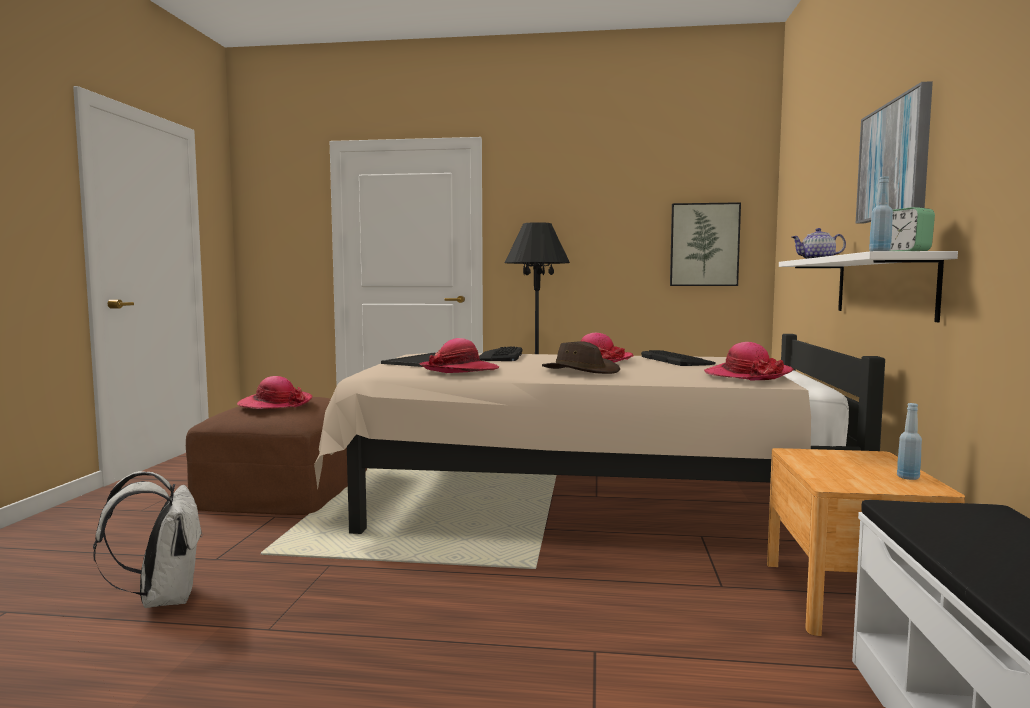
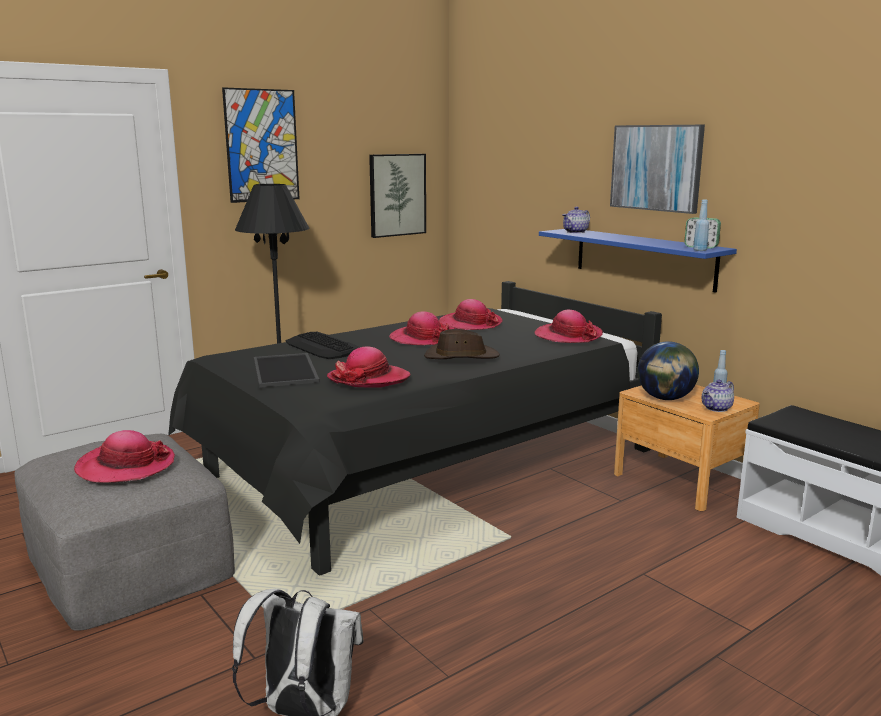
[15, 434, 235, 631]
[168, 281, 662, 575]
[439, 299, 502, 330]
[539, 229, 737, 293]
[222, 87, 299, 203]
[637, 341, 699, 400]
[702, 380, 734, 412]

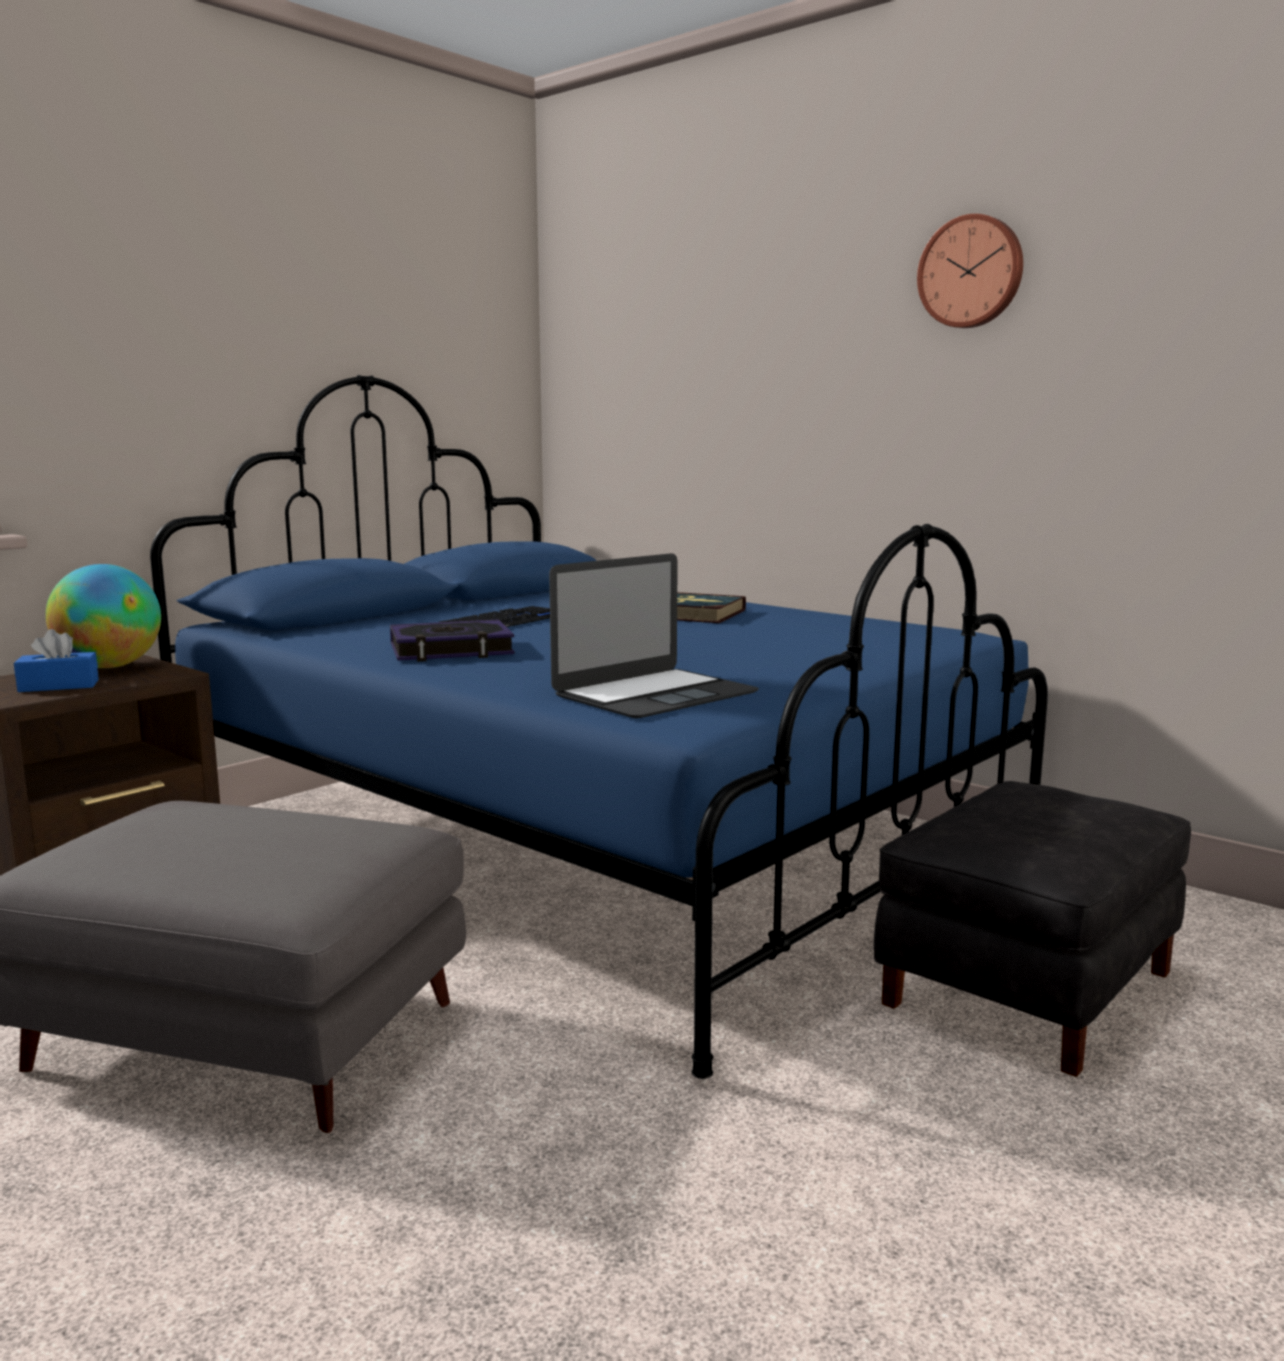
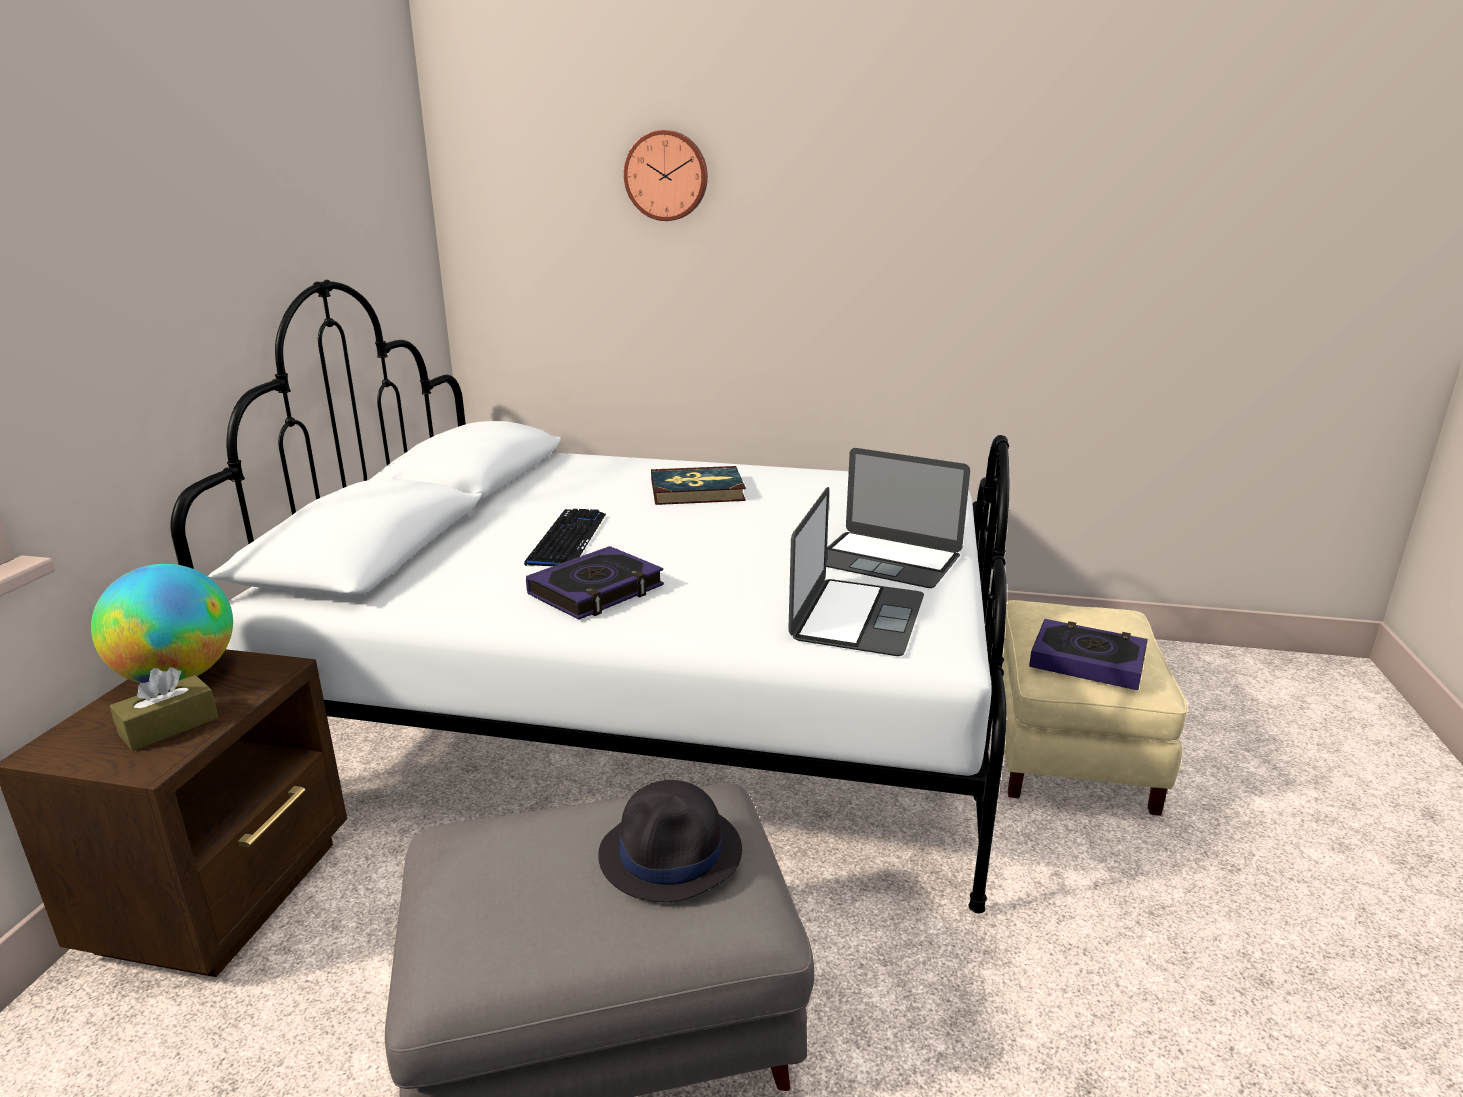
[110, 667, 218, 751]
[170, 280, 1010, 913]
[1002, 600, 1187, 816]
[624, 130, 708, 221]
[598, 780, 742, 902]
[826, 448, 970, 588]
[1029, 619, 1148, 691]

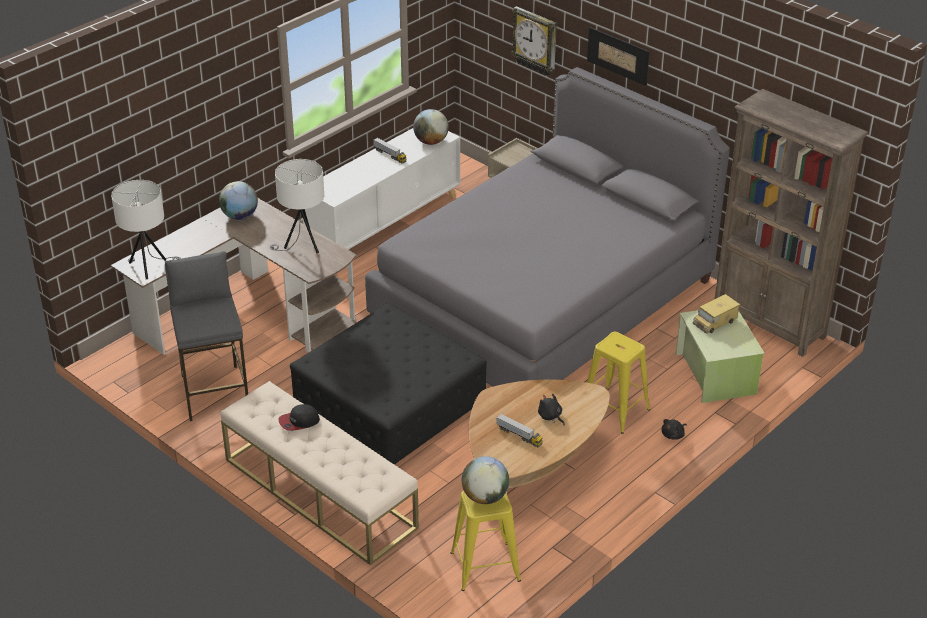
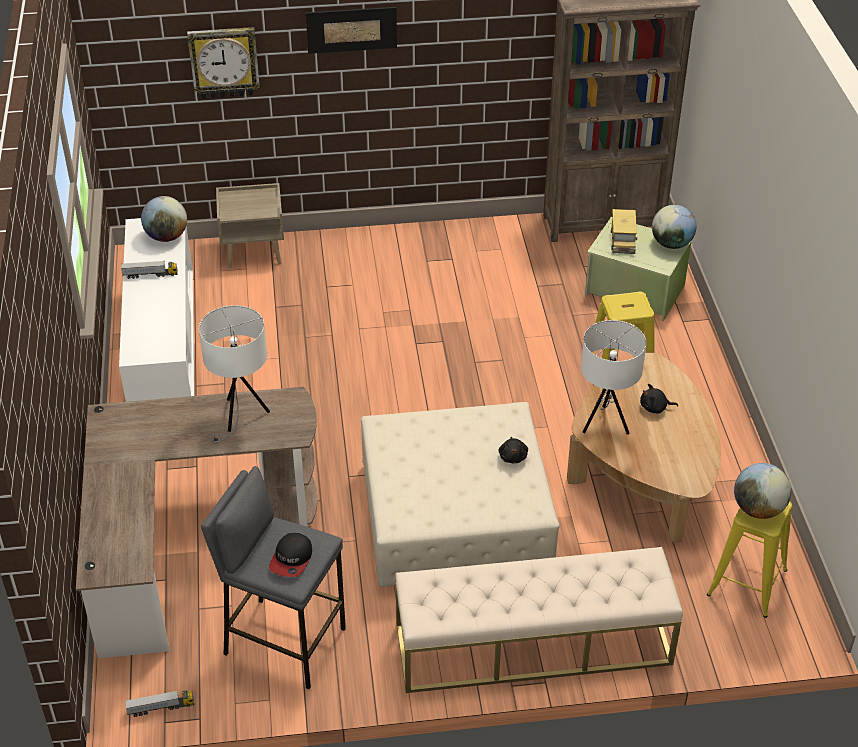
[581, 320, 646, 435]
[652, 205, 696, 249]
[269, 533, 312, 577]
[361, 402, 560, 587]
[365, 67, 730, 387] (first image)
[125, 690, 194, 717]
[498, 437, 528, 463]

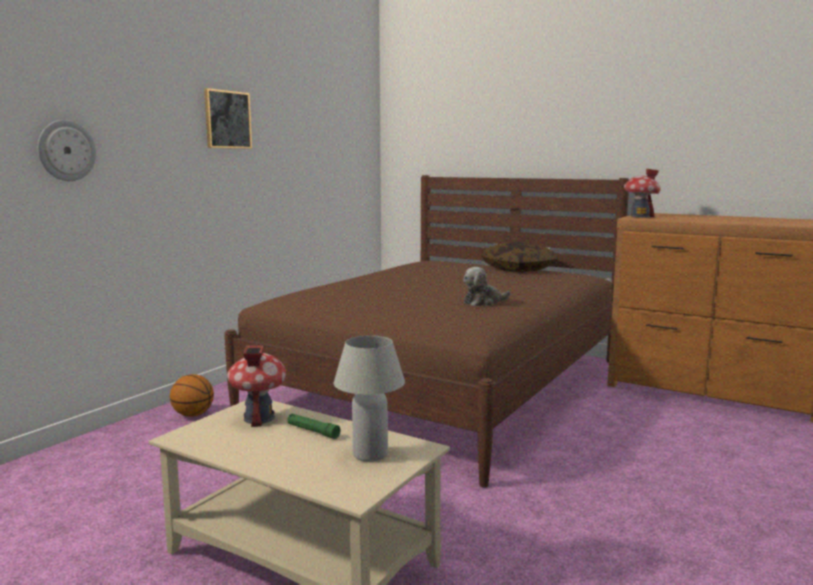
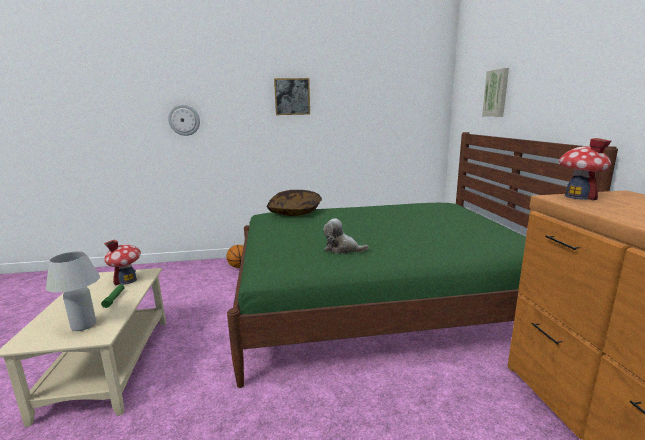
[227, 132, 618, 388]
[267, 190, 322, 216]
[482, 68, 509, 117]

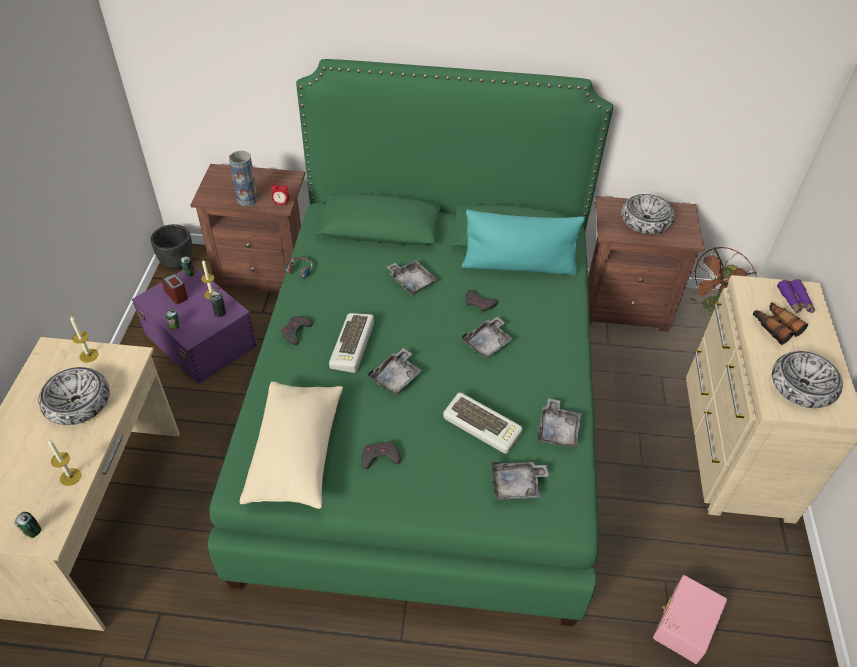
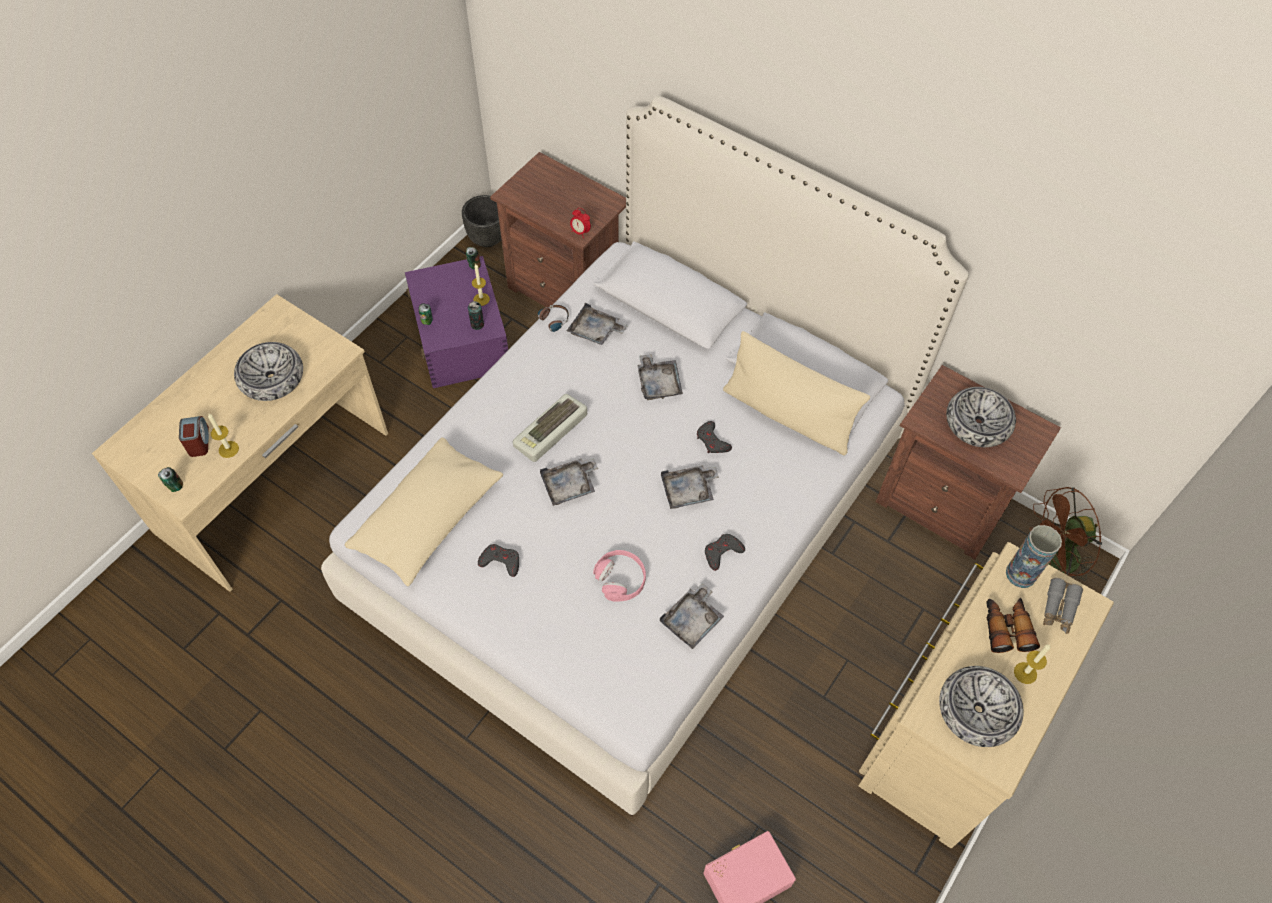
[1014, 645, 1050, 684]
[179, 416, 209, 457]
[321, 96, 969, 816]
[1006, 525, 1062, 588]
[705, 534, 745, 571]
[593, 550, 646, 602]
[723, 331, 870, 456]
[567, 303, 628, 345]
[1043, 578, 1083, 634]

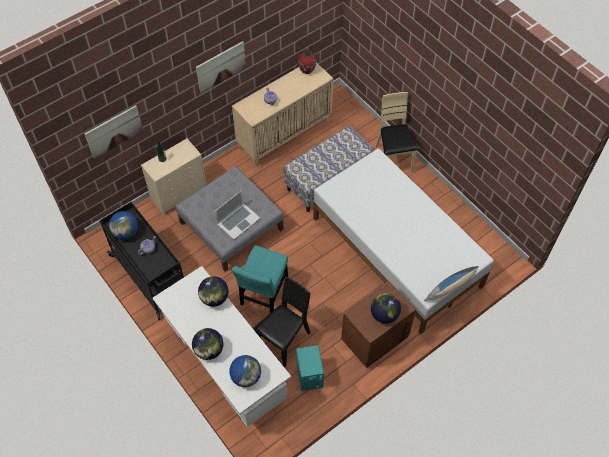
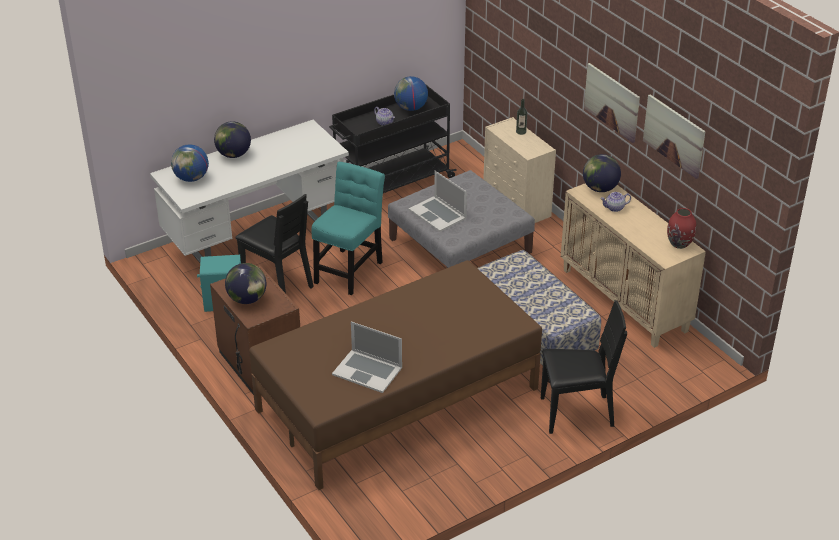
[643, 94, 706, 179]
[583, 154, 621, 192]
[311, 162, 385, 295]
[249, 260, 542, 490]
[541, 300, 627, 434]
[424, 266, 479, 301] (first image)
[332, 321, 402, 393]

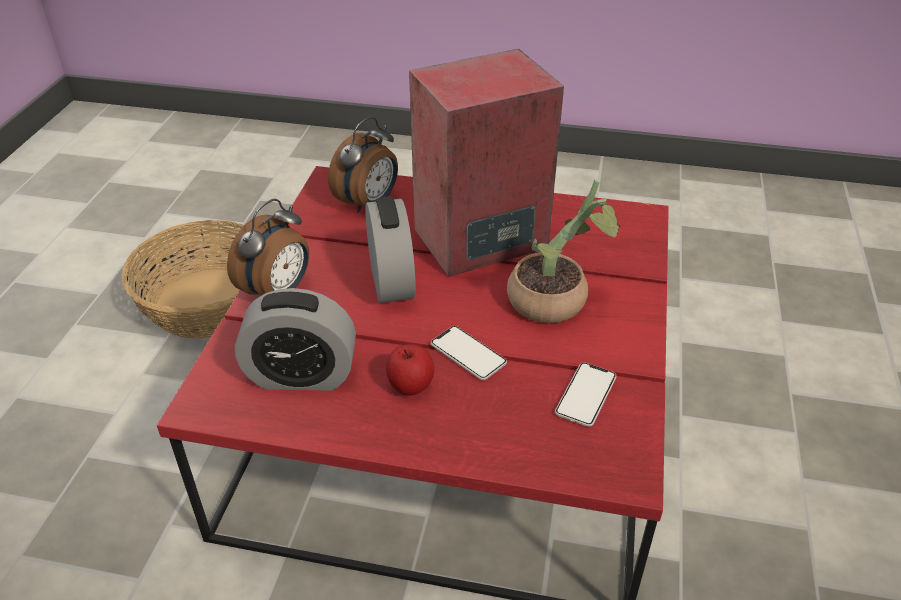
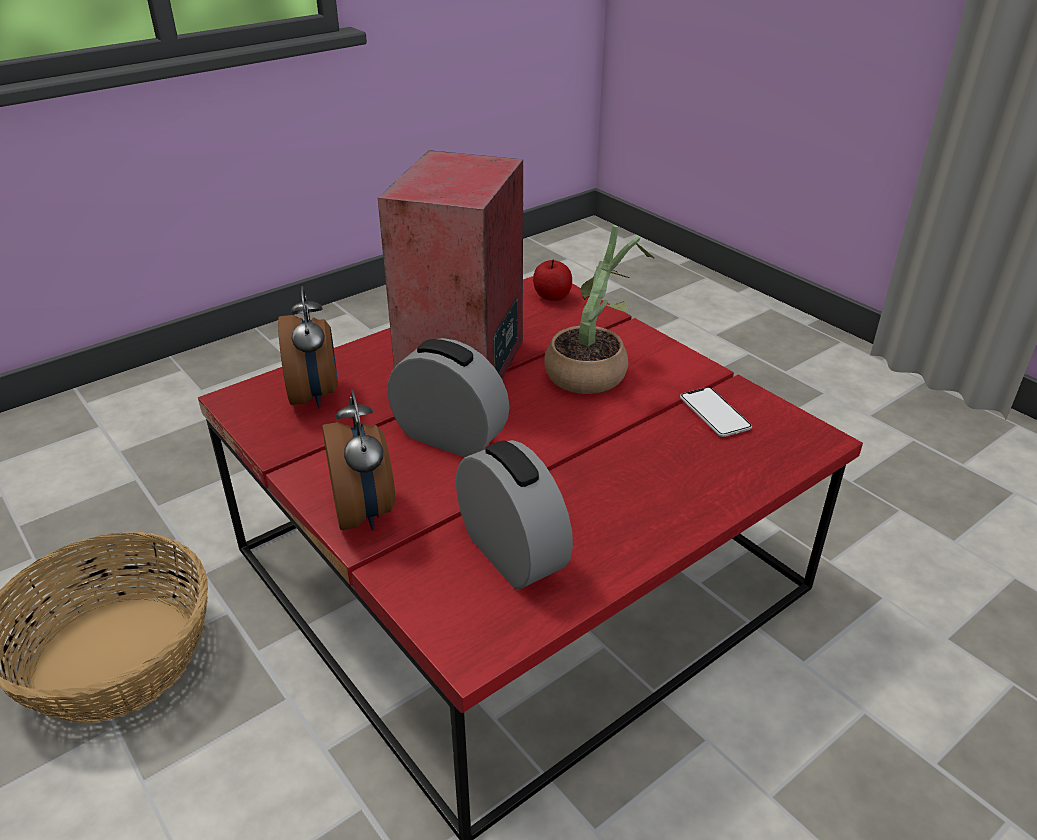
[456, 440, 573, 589]
[533, 260, 572, 301]
[431, 326, 507, 380] (first image)

